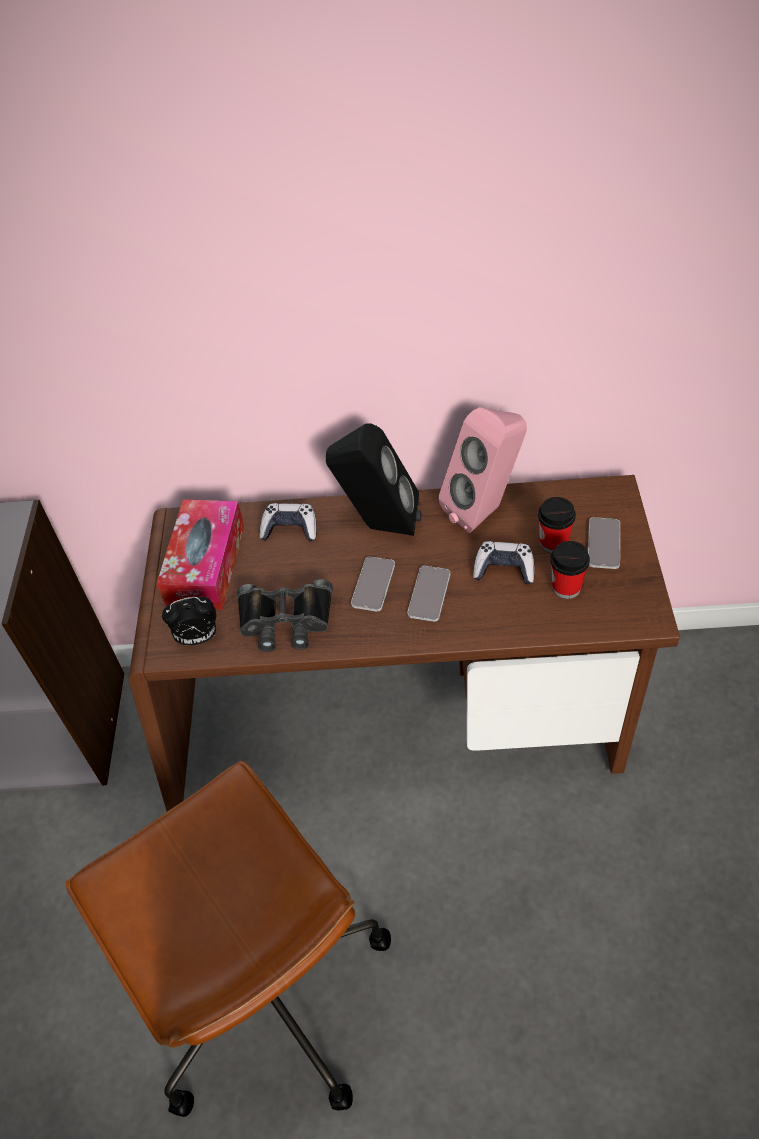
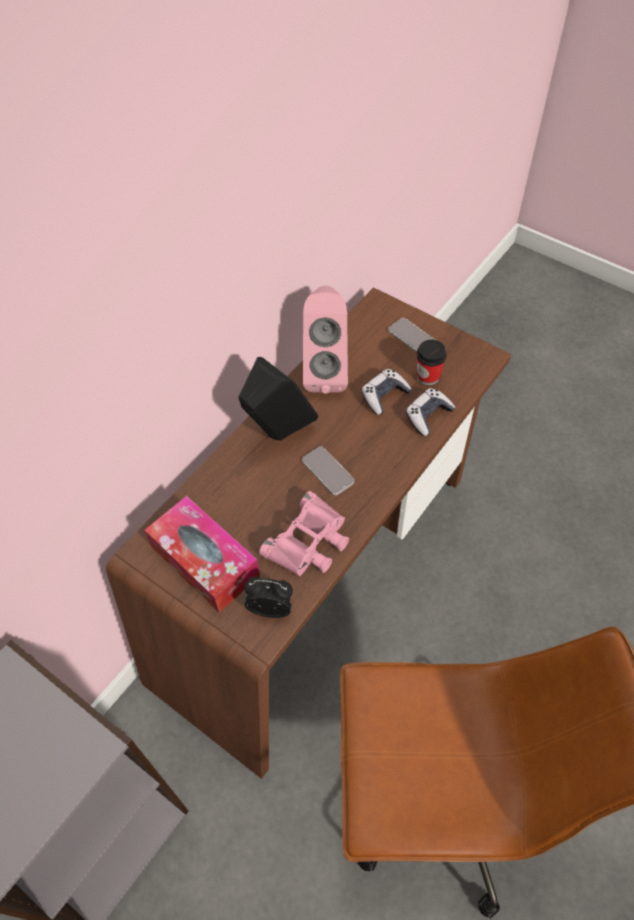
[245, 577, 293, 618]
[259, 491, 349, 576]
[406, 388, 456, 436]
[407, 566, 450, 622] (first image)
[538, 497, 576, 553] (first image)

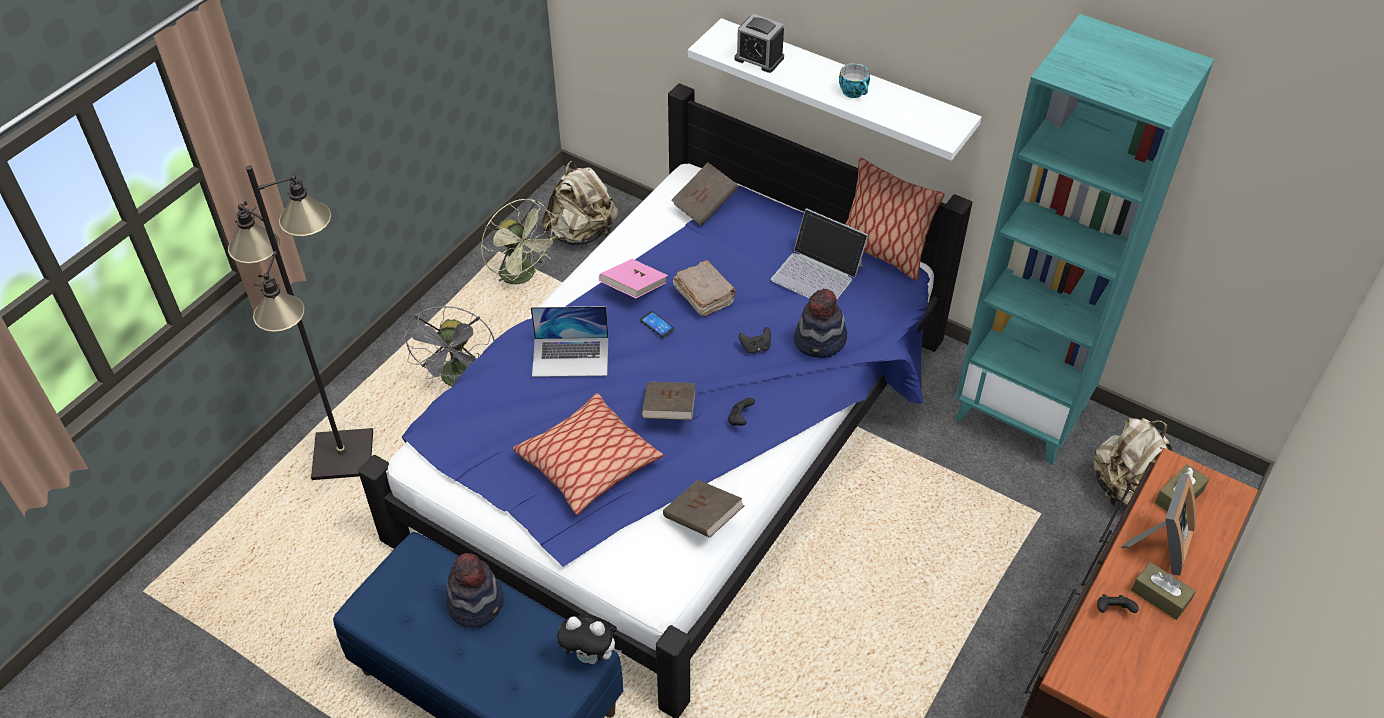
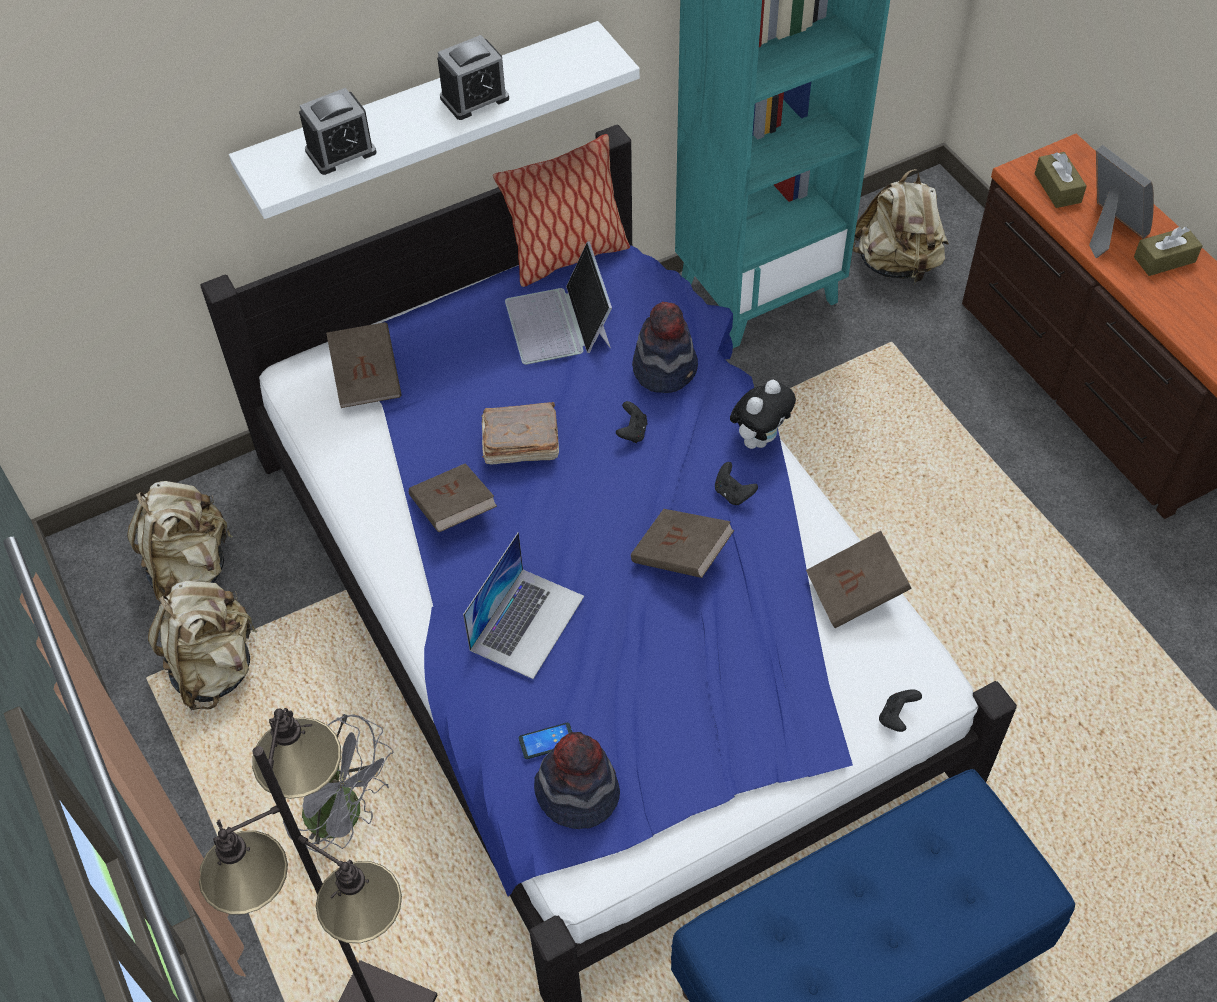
[534, 732, 620, 829]
[148, 581, 257, 710]
[513, 393, 664, 515] (first image)
[730, 380, 796, 449]
[409, 463, 497, 532]
[518, 723, 572, 759]
[505, 241, 612, 365]
[437, 35, 509, 120]
[879, 690, 922, 732]

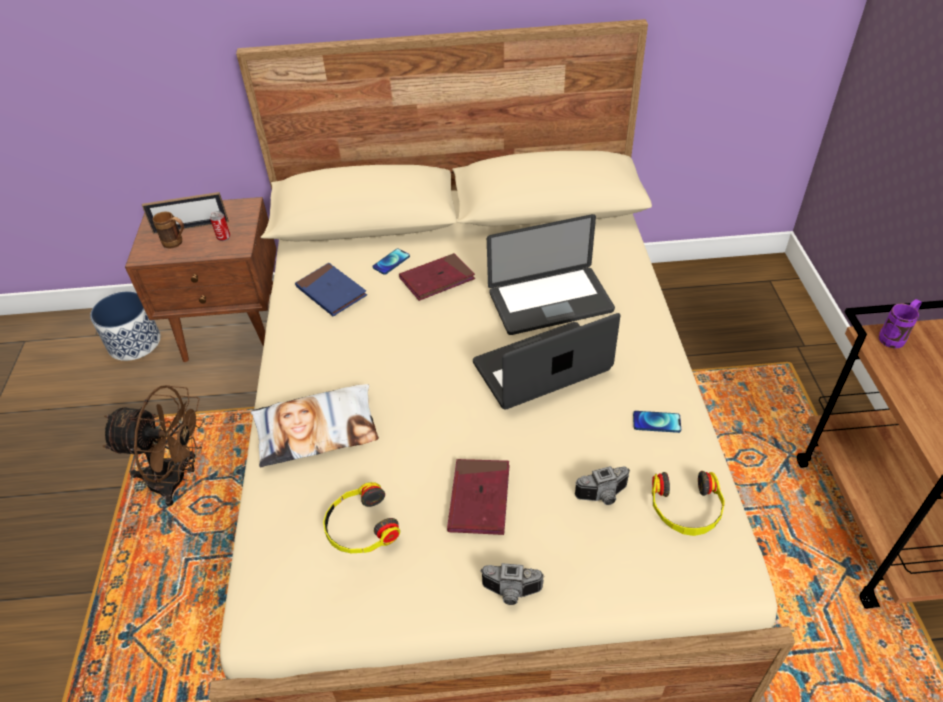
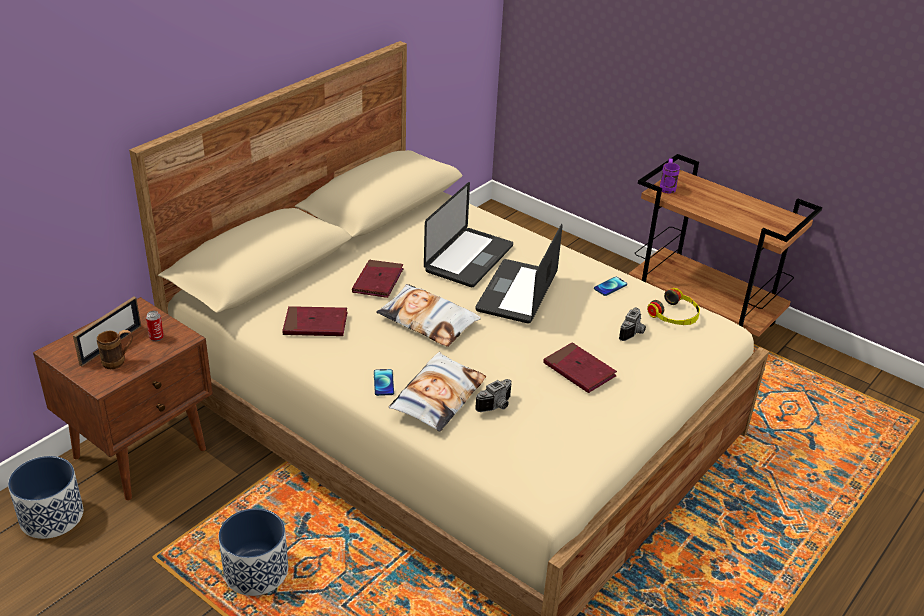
[219, 508, 288, 596]
[282, 306, 347, 336]
[323, 482, 400, 553] (first image)
[374, 369, 394, 396]
[475, 379, 511, 412]
[376, 284, 481, 347]

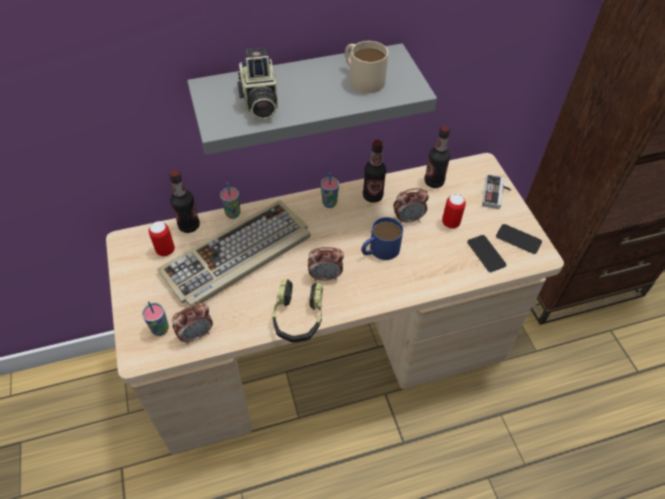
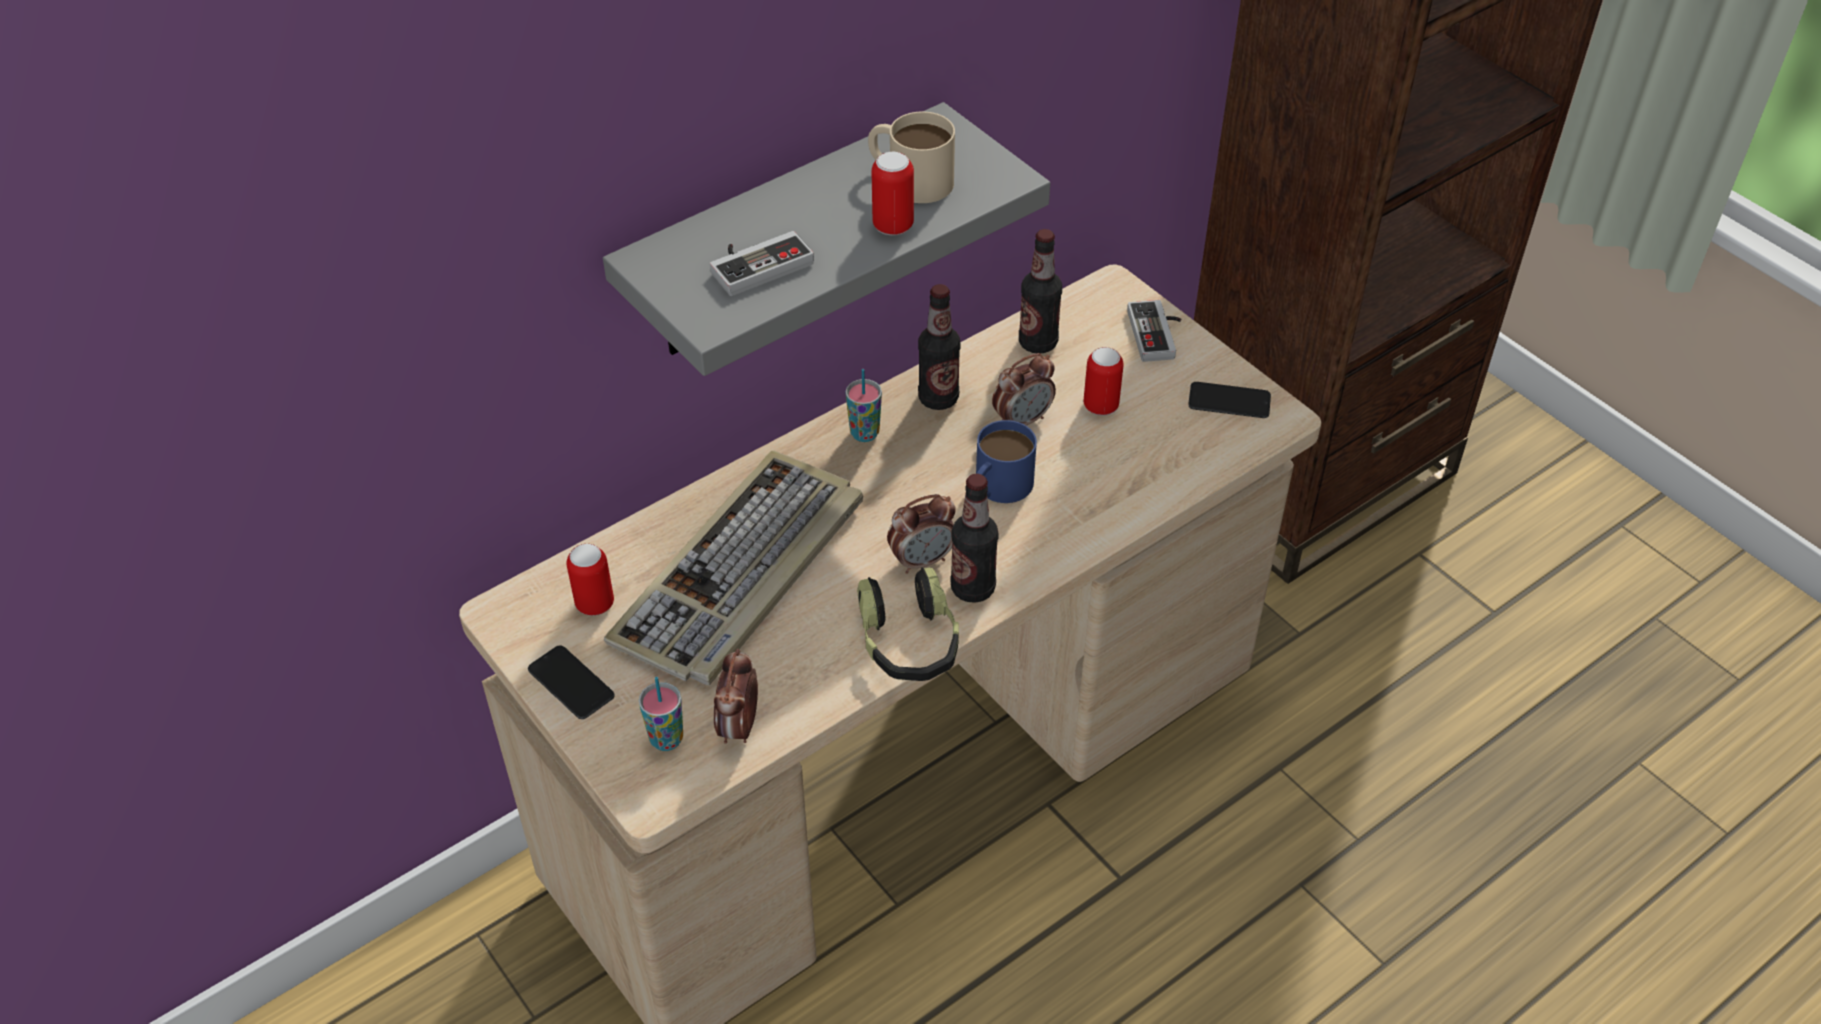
[950, 474, 999, 603]
[714, 649, 758, 744]
[220, 183, 240, 219] (first image)
[710, 231, 814, 296]
[528, 645, 615, 719]
[871, 152, 914, 235]

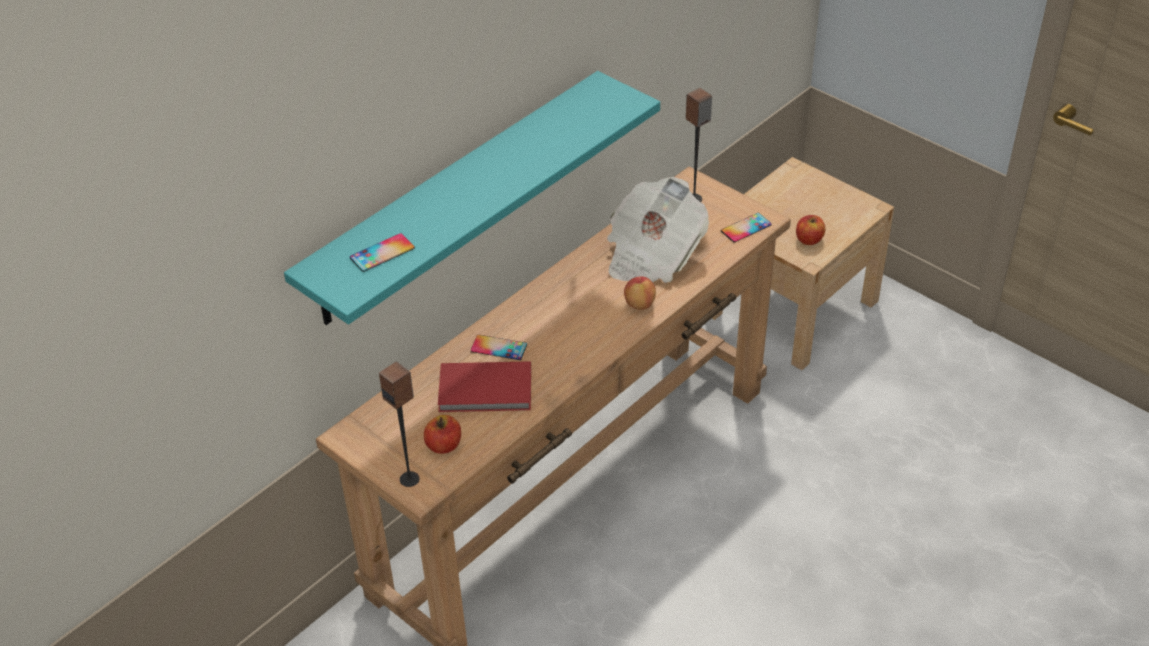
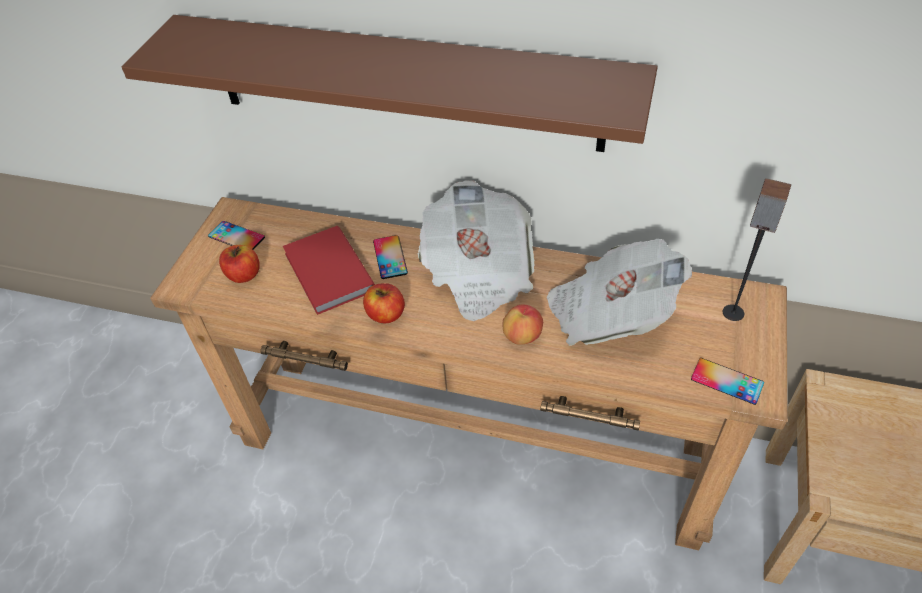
[122, 15, 658, 152]
[208, 221, 265, 250]
[379, 361, 420, 487] (first image)
[363, 283, 405, 323]
[417, 180, 534, 321]

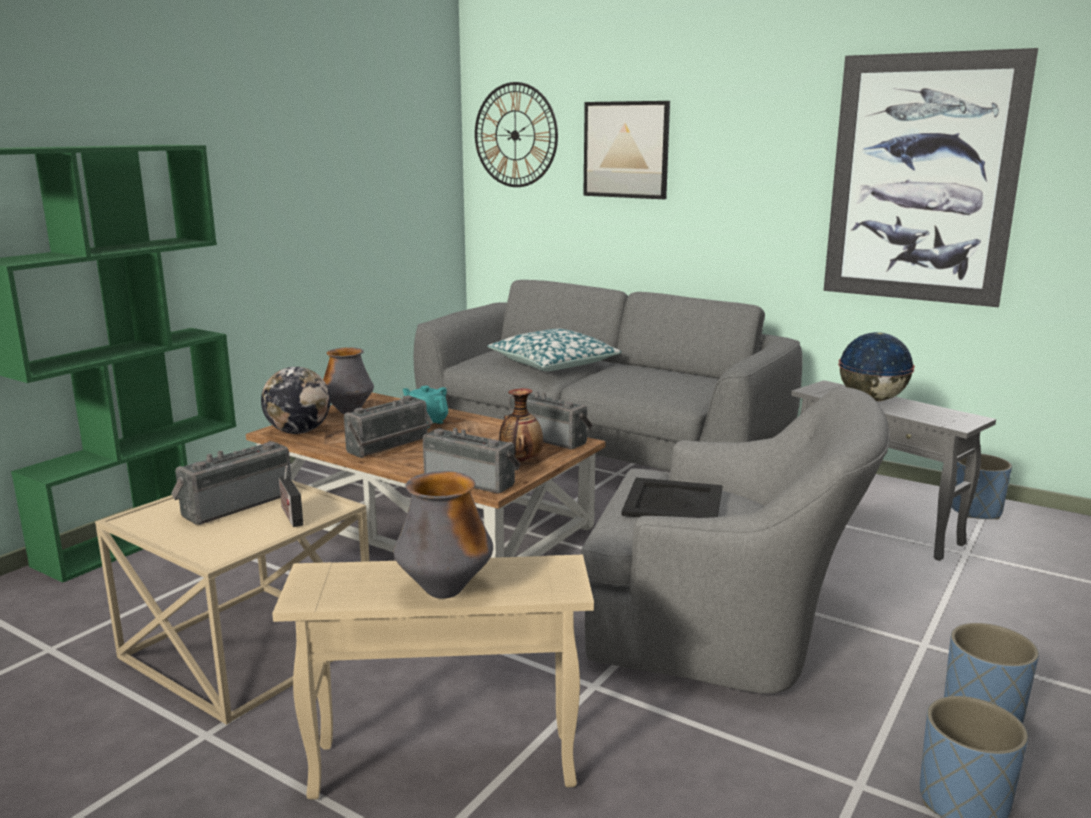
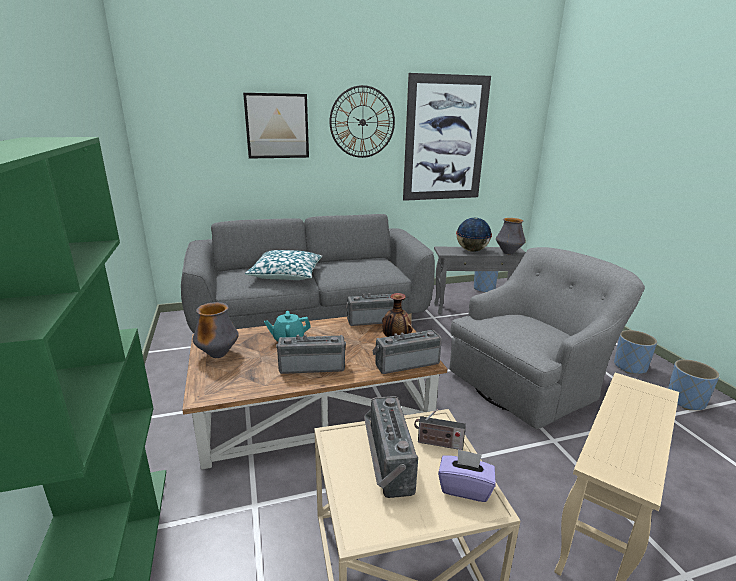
[261, 367, 331, 434] (first image)
[276, 334, 346, 374]
[496, 218, 526, 254]
[330, 85, 395, 158]
[621, 477, 722, 518] (first image)
[438, 449, 496, 502]

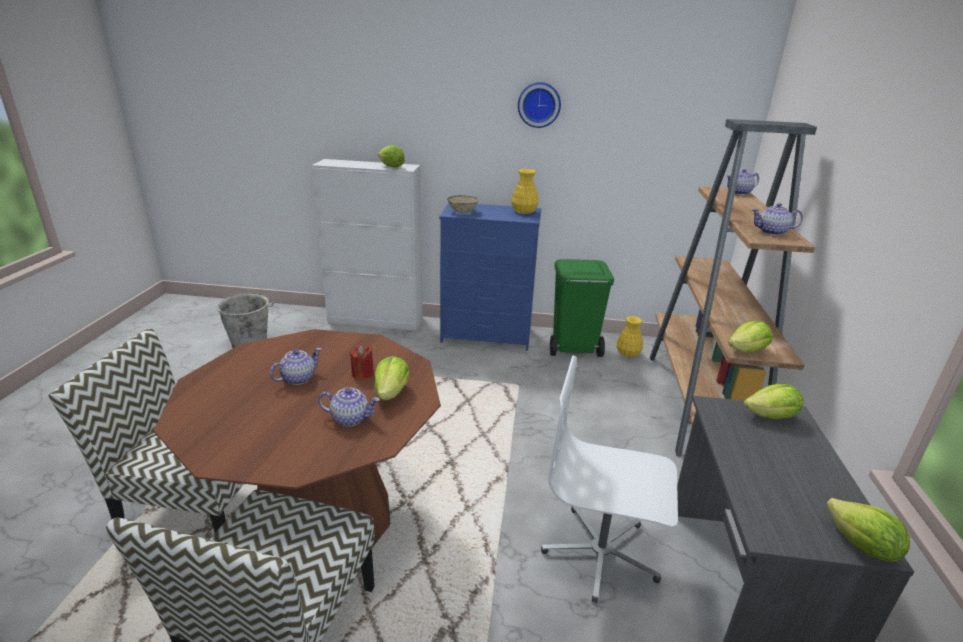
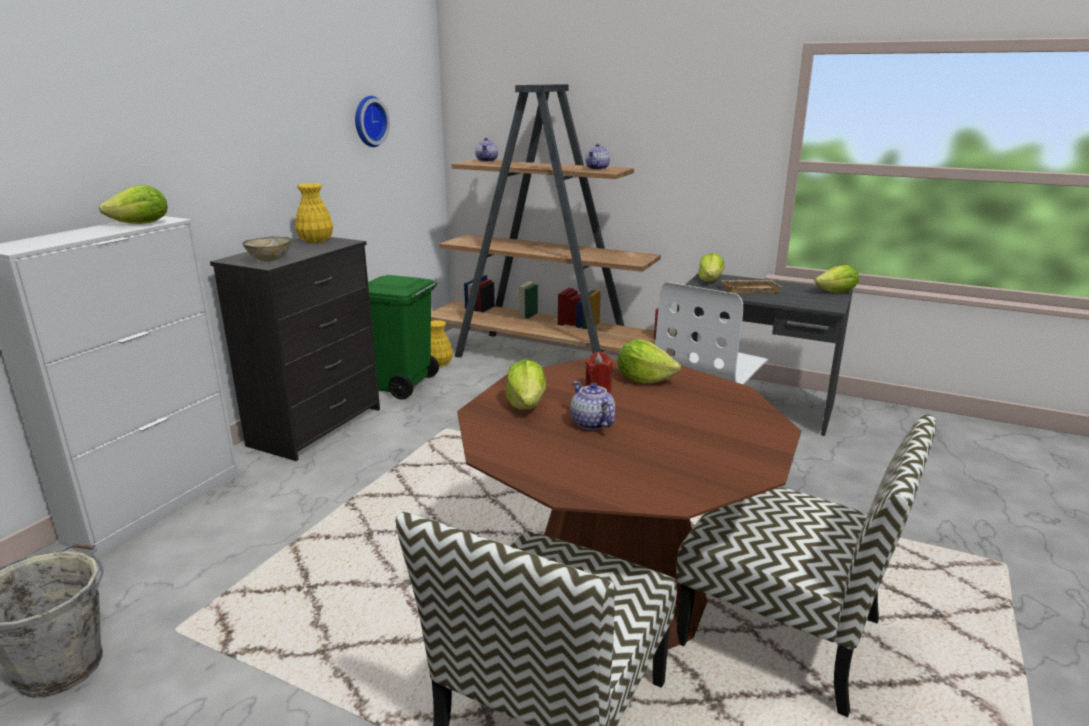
[318, 388, 380, 427] (first image)
[210, 237, 380, 461]
[355, 96, 390, 147]
[506, 360, 546, 410]
[721, 280, 782, 294]

